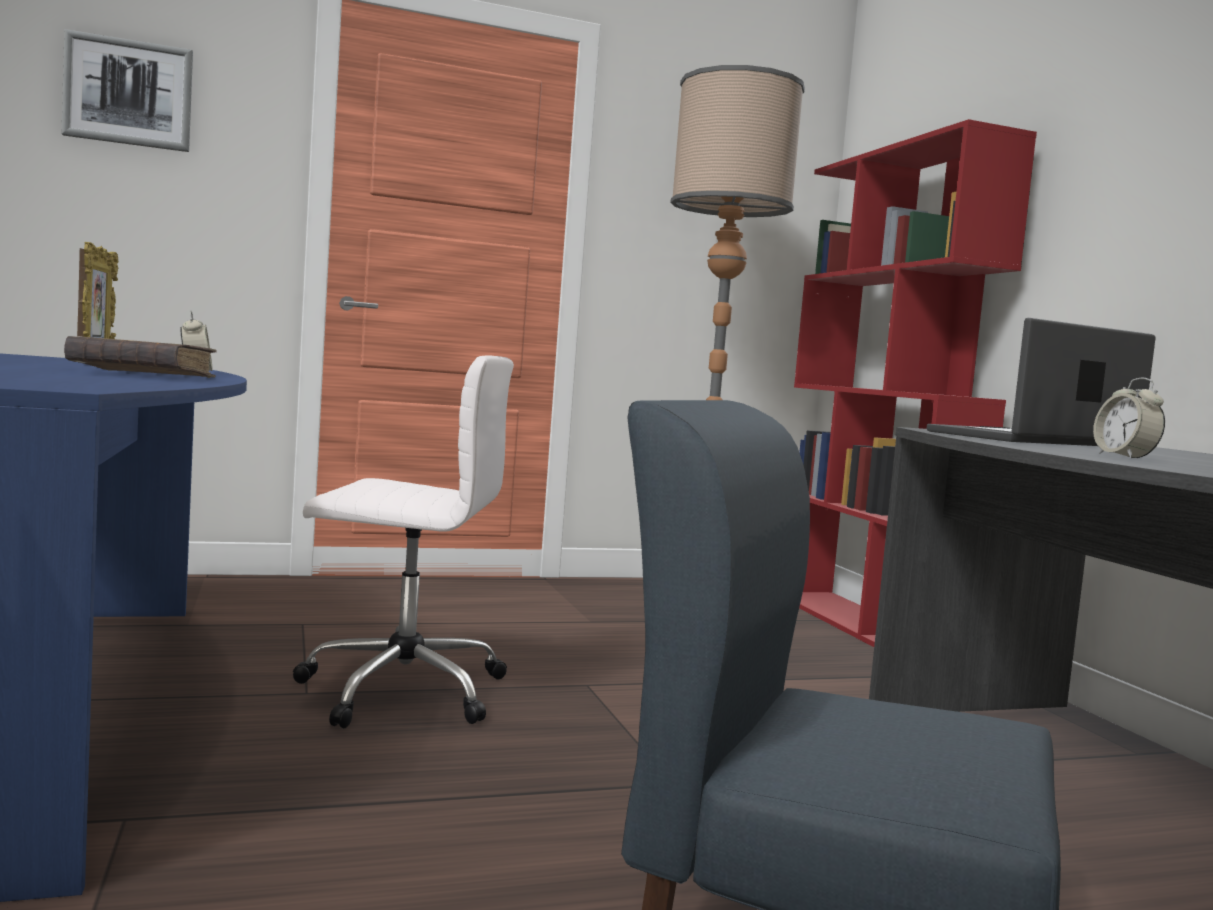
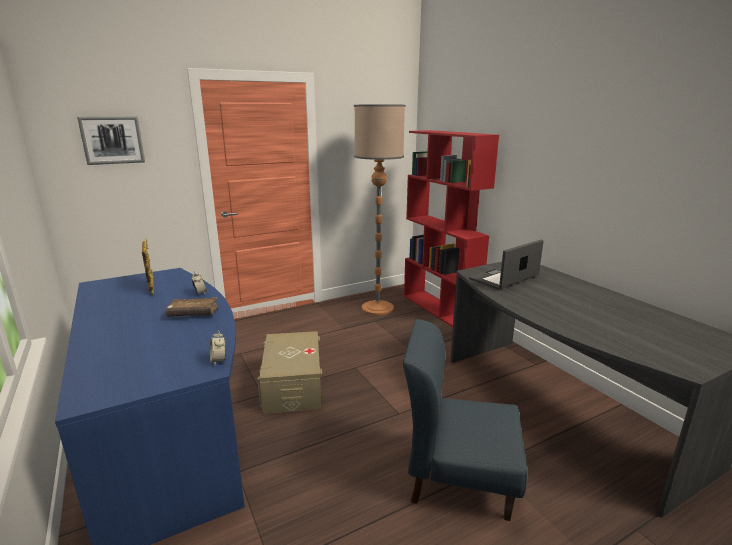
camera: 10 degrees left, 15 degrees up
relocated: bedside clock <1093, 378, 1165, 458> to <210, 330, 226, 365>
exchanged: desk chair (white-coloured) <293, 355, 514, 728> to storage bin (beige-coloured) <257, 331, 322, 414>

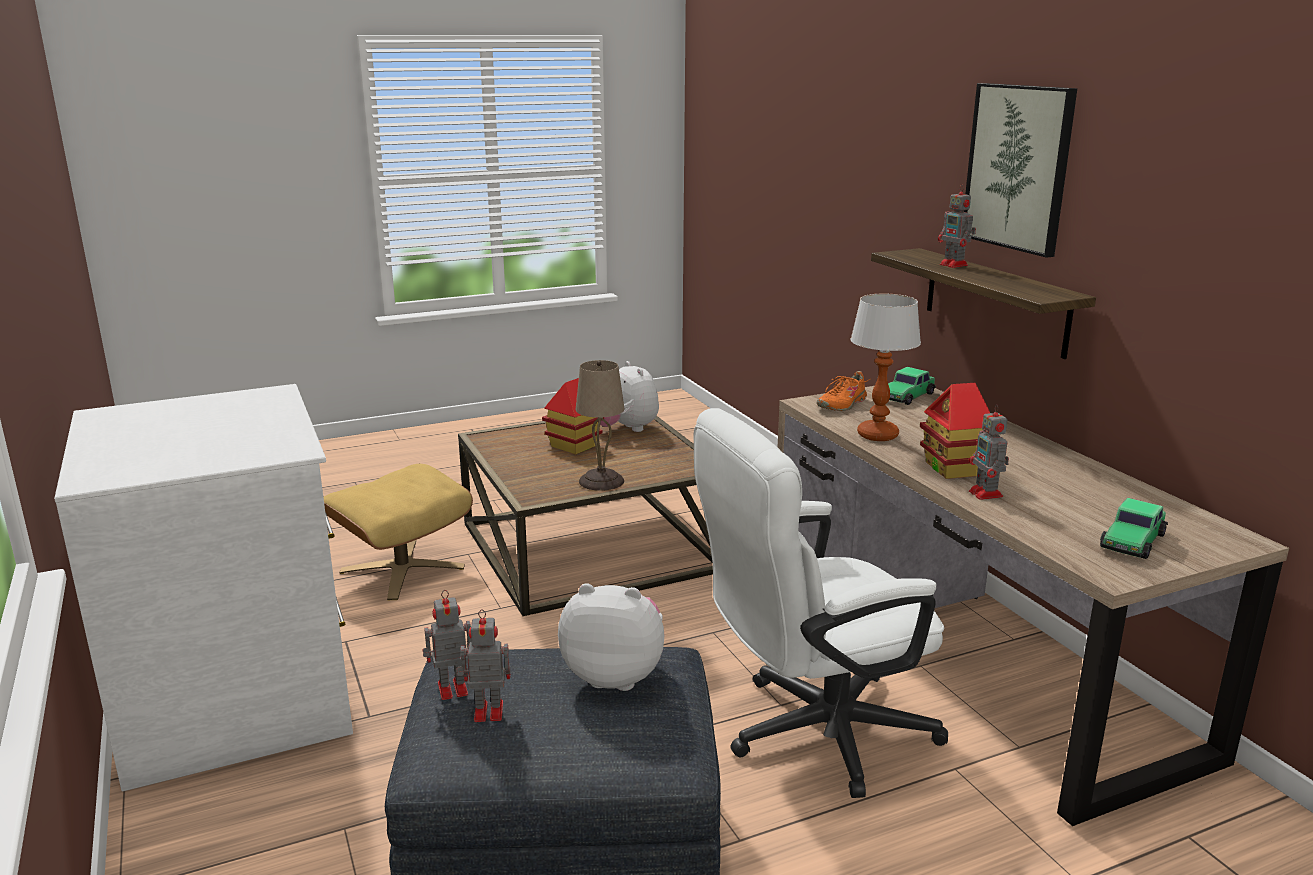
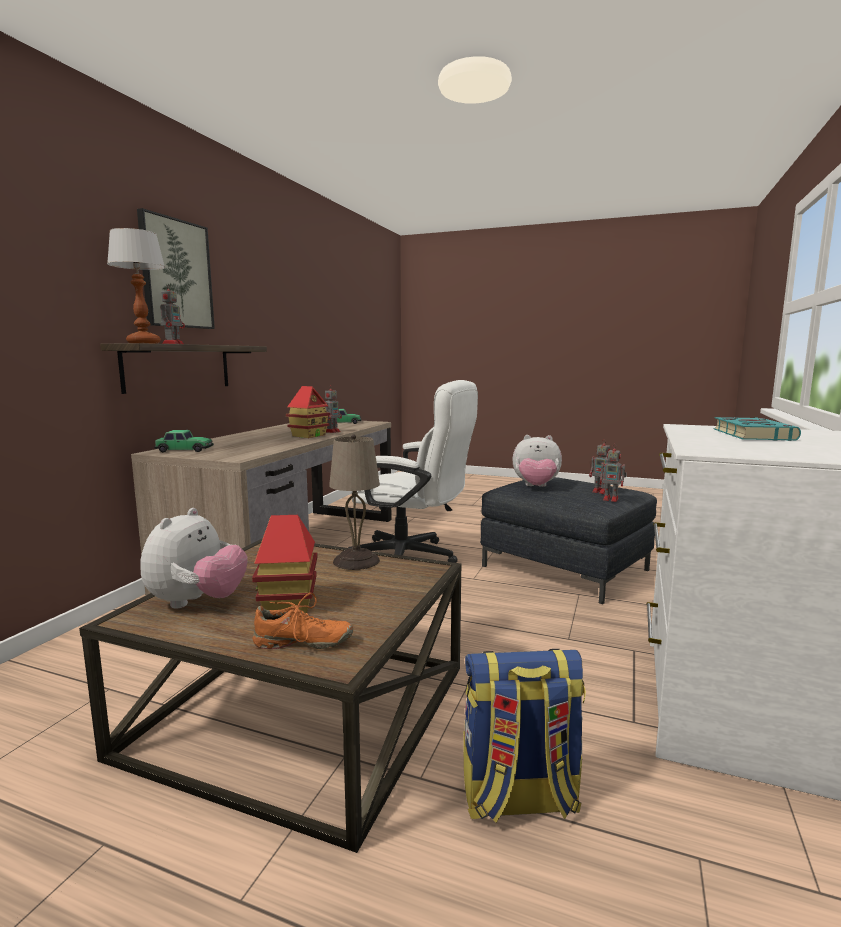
camera: 135 degrees left, 10 degrees down
appeared: book (turquoise) <713, 417, 801, 441>
relocated: lamp for a table <850, 293, 921, 441> to <107, 228, 165, 344>; shoe (orange) <816, 371, 870, 411> to <252, 593, 353, 649>
exchanged: ottoman (beige-coloured) <323, 464, 473, 600> to rucksack <463, 649, 586, 823>
spun: cuddly toy <558, 583, 664, 691> = <512, 435, 562, 487> 45 degrees counterclockwise

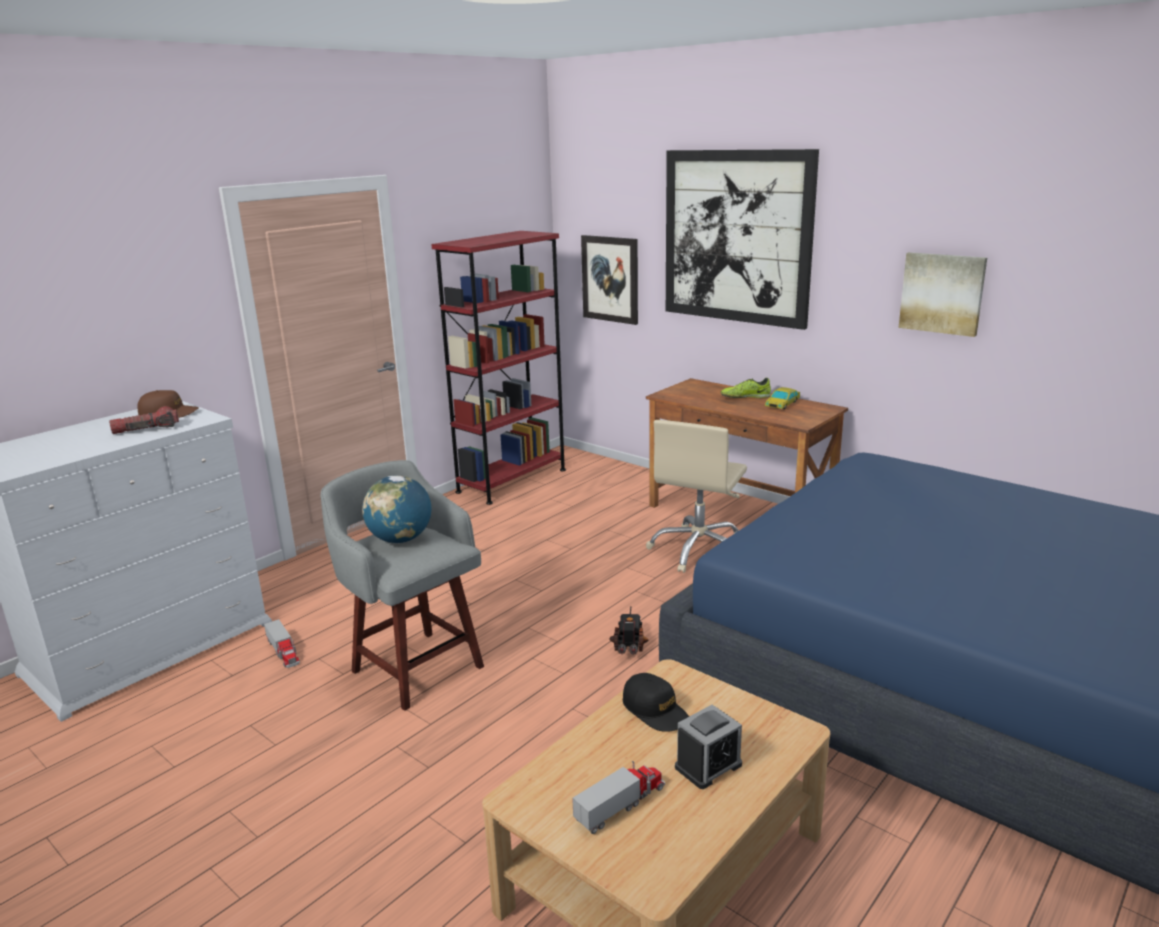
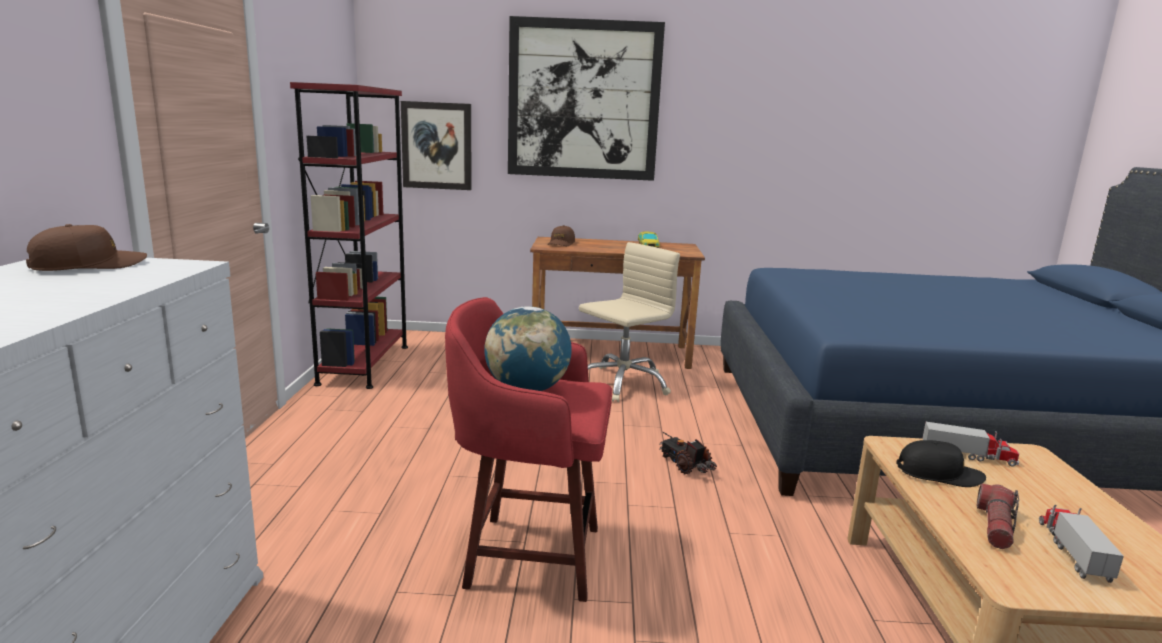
camera: 40 degrees left, 5 degrees down
missing: picture <899, 252, 987, 337>; shoe <720, 378, 771, 398>; bedside clock <675, 705, 742, 789>
appeared: cap (brownish) <548, 225, 575, 246>
relocated: hand torch <109, 406, 179, 434> to <977, 484, 1019, 549>; toy lorry <264, 619, 300, 668> to <922, 422, 1019, 466>
colour: sitting stool (grey) <320, 460, 484, 711> to sitting stool (reddish) <445, 297, 612, 602>
spun: desk chair (beige-coloured) <646, 420, 747, 573> = <579, 242, 680, 402> 120 degrees counterclockwise

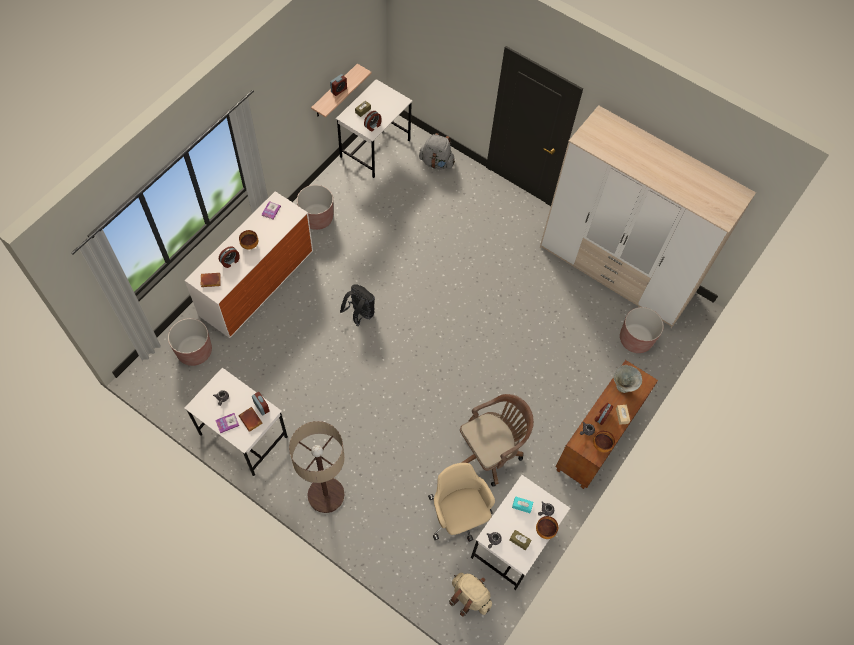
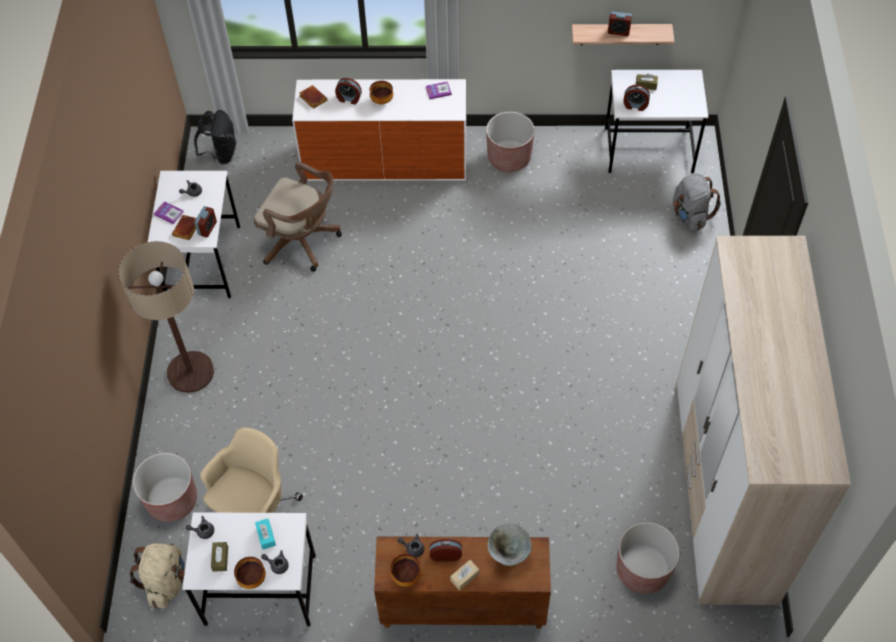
camera: 60 degrees right, 5 degrees down
relocated: rucksack (black) <340, 284, 375, 326> to <194, 110, 237, 165>; flower pot (brownish) <168, 318, 212, 366> to <133, 453, 197, 522>; desk chair (brownish) <460, 394, 534, 487> to <254, 162, 342, 272>

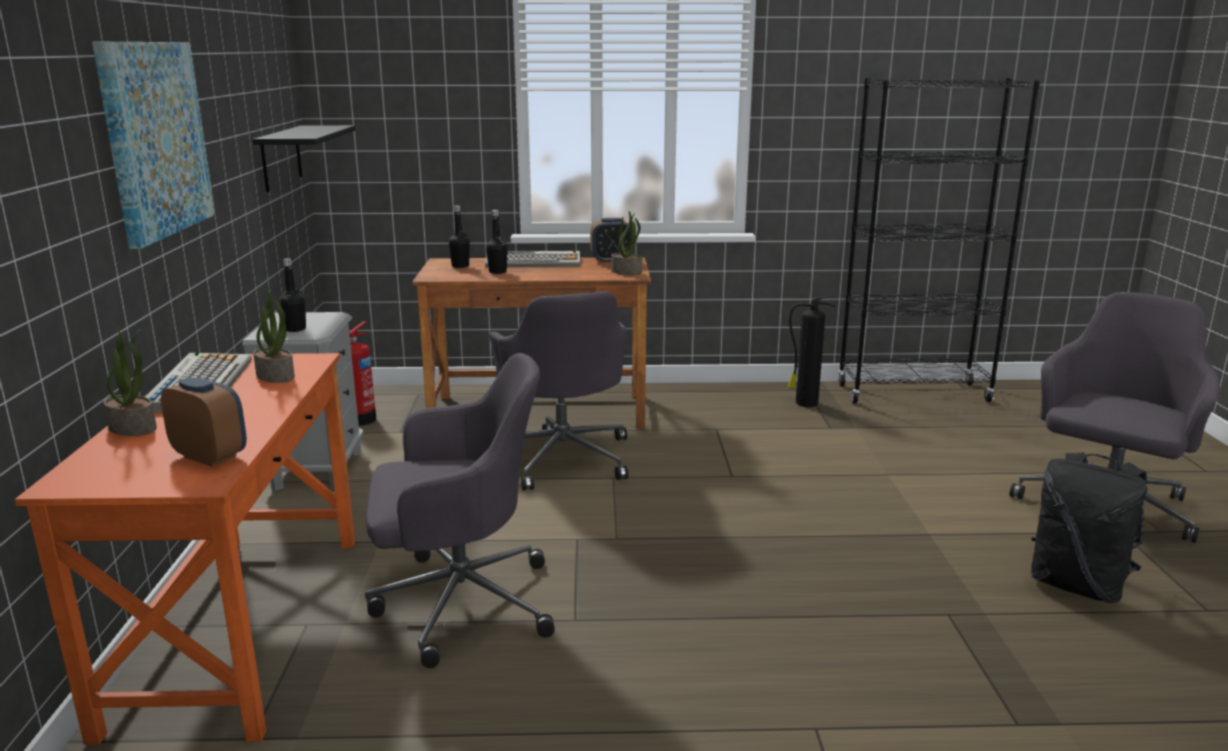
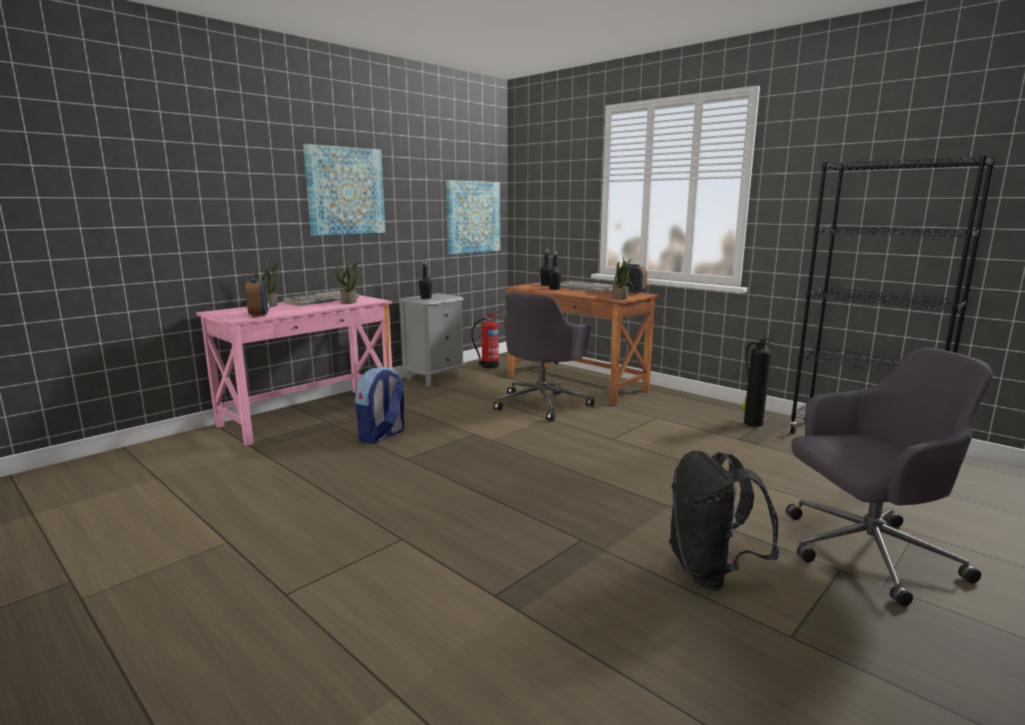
camera: 45 degrees right, 5 degrees down
exchanged: bracket shelf (black) <253, 125, 356, 192> to picture <446, 180, 500, 254>; desk chair (grey) <365, 353, 555, 668> to rucksack <355, 366, 404, 444>
colour: desk unit (orange) <15, 353, 355, 745> to desk unit (pink-coloured) <196, 295, 392, 446>

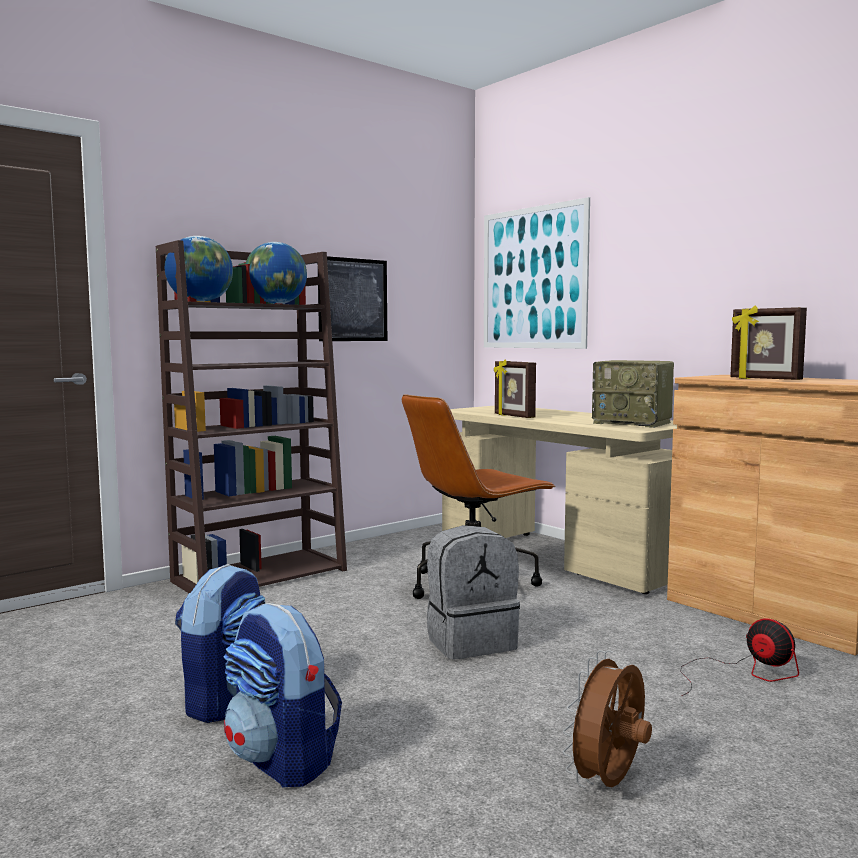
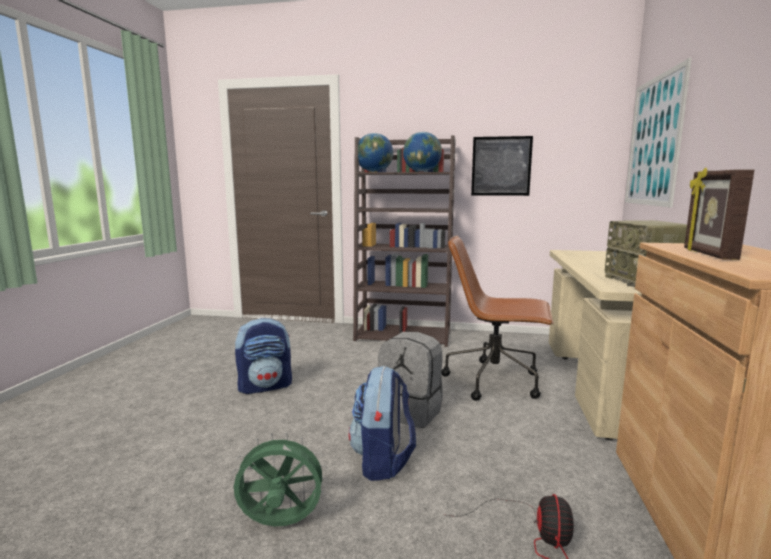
camera: 50 degrees right, 5 degrees up
missing: standing frame <494, 359, 536, 418>
relocated: rucksack <224, 603, 342, 787> to <348, 366, 416, 481>
colour: electric fan (brownish) <562, 650, 652, 788> to electric fan (greenish) <232, 432, 328, 526>

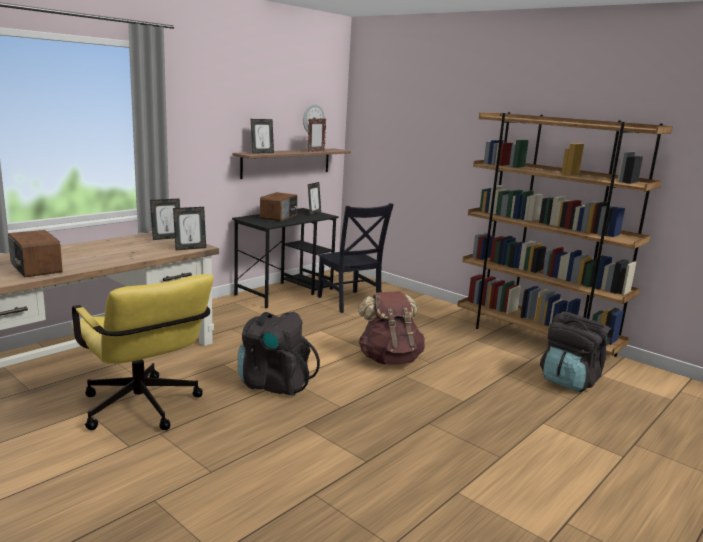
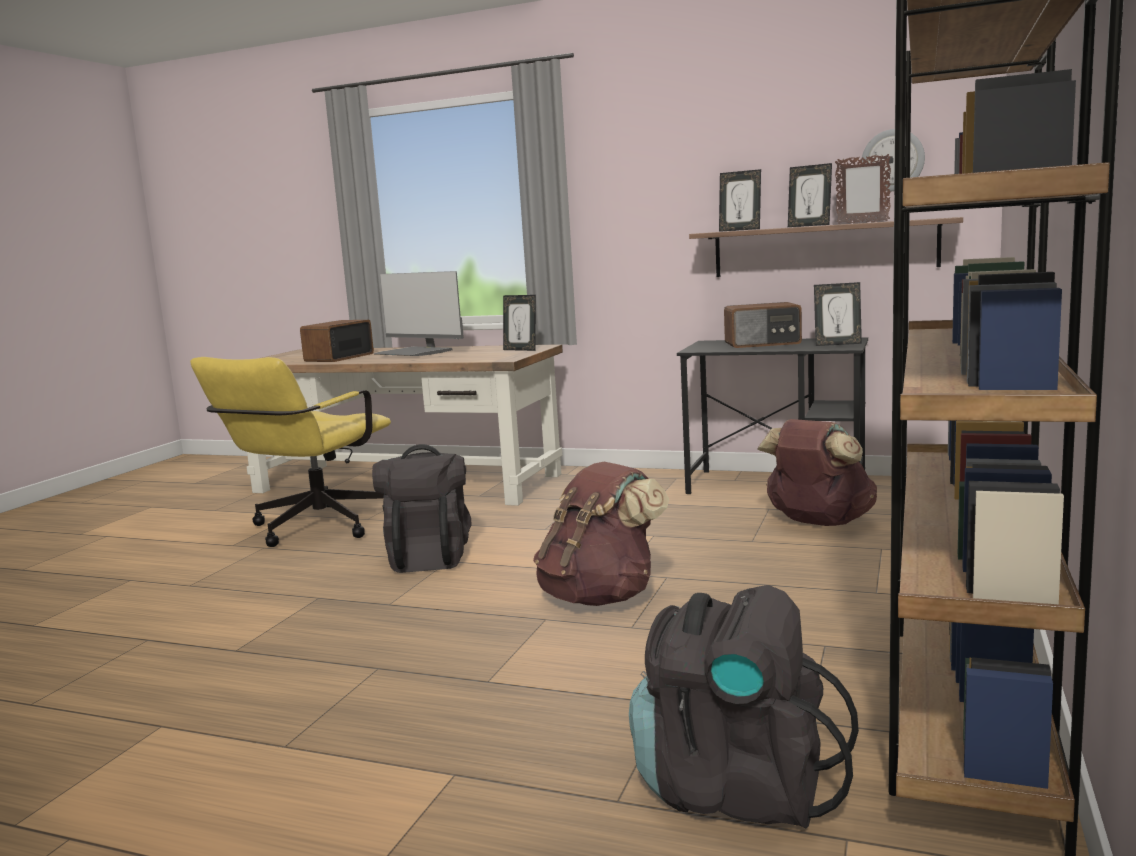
camera: 70 degrees right, 5 degrees down
appeared: computer screen <374, 271, 464, 356>
relocated: standing frame <173, 207, 206, 250> to <788, 163, 832, 227>
exchanged: upright chair (black) <317, 203, 394, 313> to rucksack (brownish) <758, 419, 877, 526>

